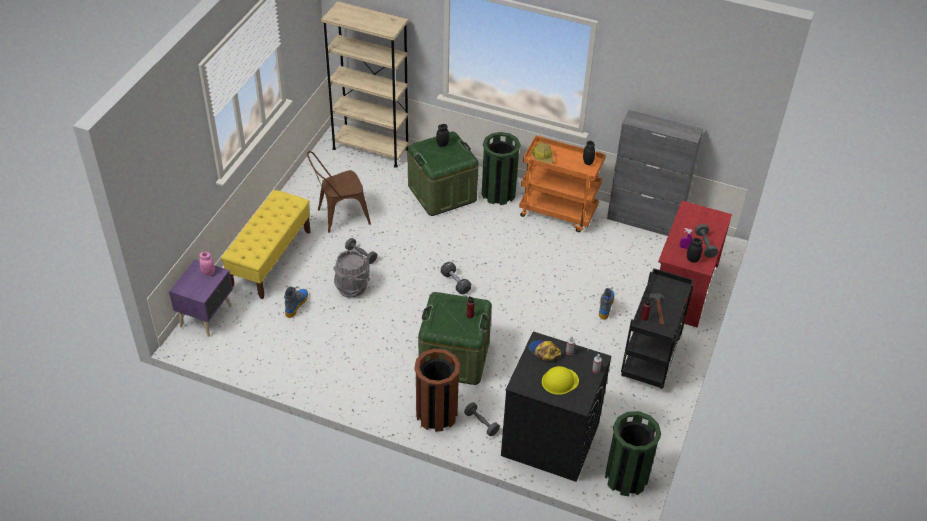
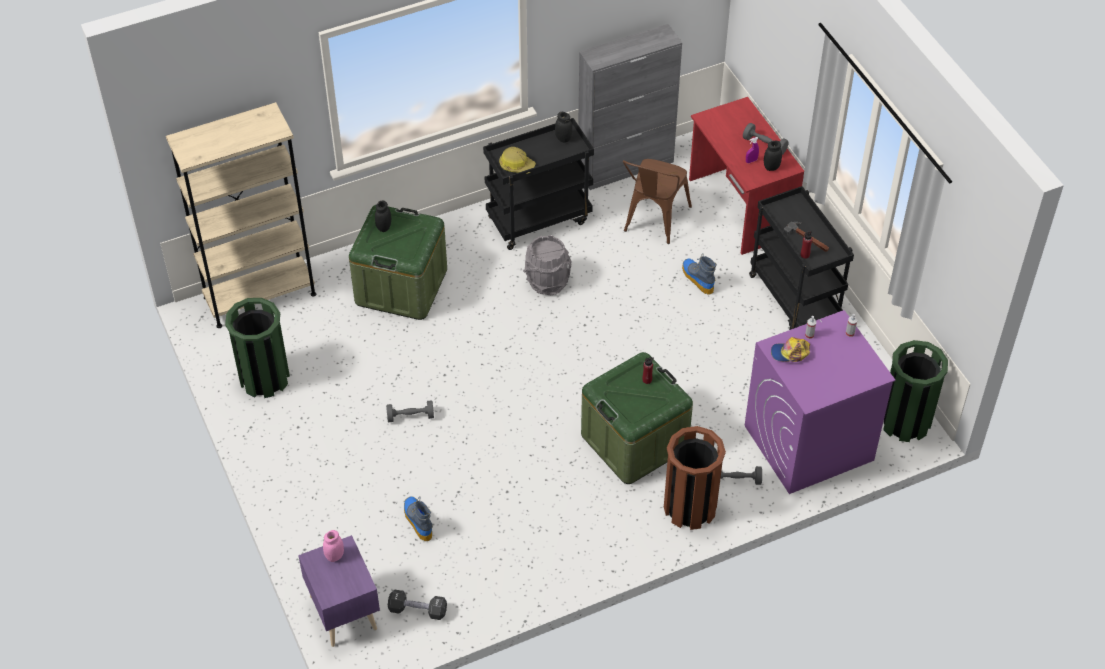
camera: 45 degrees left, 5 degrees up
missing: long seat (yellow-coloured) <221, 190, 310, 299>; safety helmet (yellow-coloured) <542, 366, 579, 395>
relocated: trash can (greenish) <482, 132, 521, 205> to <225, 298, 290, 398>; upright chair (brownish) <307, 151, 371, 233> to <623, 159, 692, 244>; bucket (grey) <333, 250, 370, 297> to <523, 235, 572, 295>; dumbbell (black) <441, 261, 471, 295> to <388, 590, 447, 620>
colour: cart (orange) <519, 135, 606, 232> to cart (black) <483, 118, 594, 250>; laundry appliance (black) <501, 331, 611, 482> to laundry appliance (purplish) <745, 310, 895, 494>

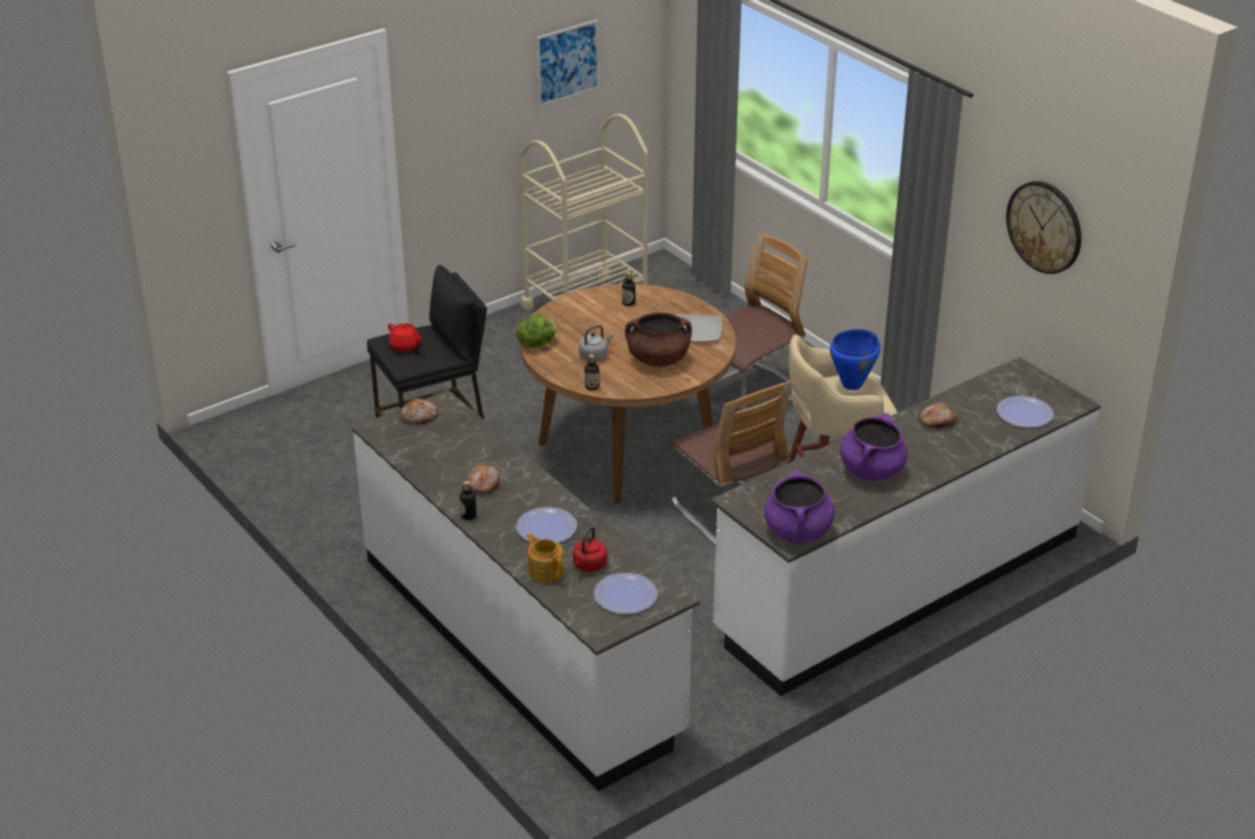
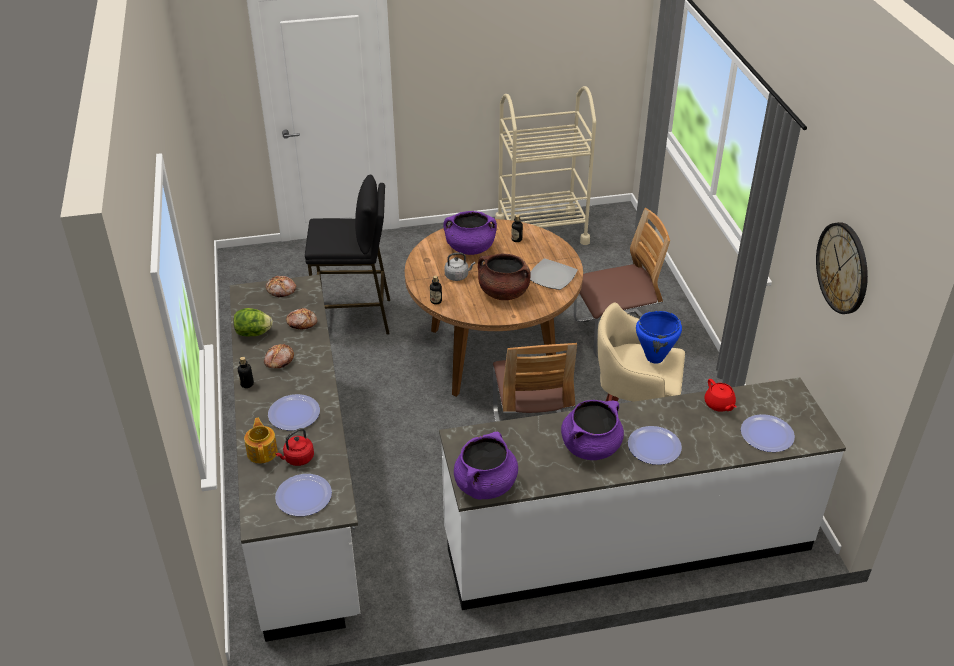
camera: 25 degrees right, 5 degrees up
missing: picture <536, 19, 599, 107>
appeared: stockpot (purplish) <444, 211, 497, 255>; plate <628, 426, 682, 465>
relocated: lettuce <516, 315, 557, 348> to <233, 308, 273, 337>; pot for tea (reddish) <388, 324, 422, 352> to <704, 379, 737, 412>; baked bread <919, 403, 957, 428> to <286, 308, 317, 329>

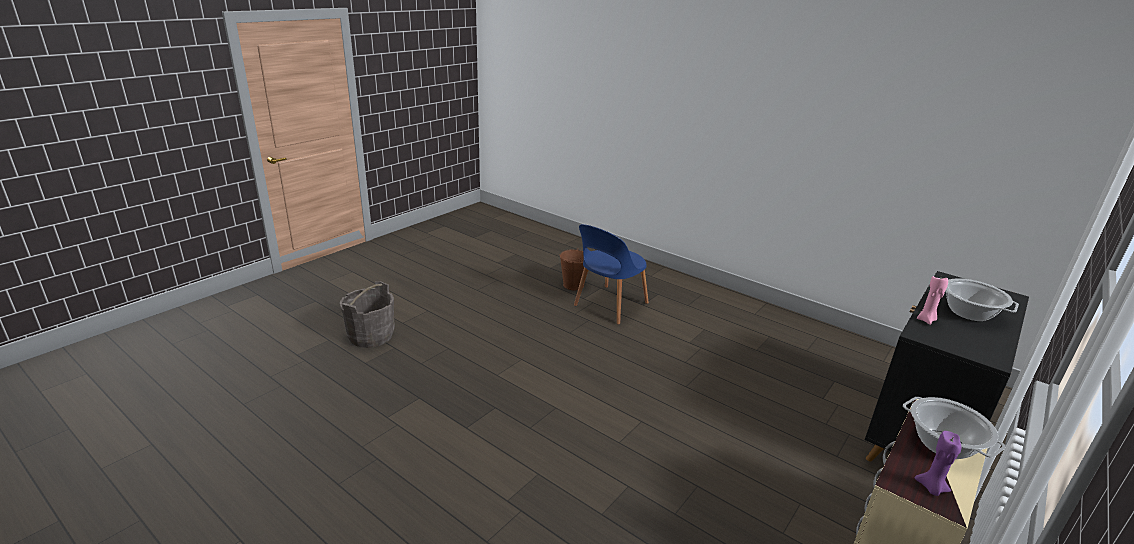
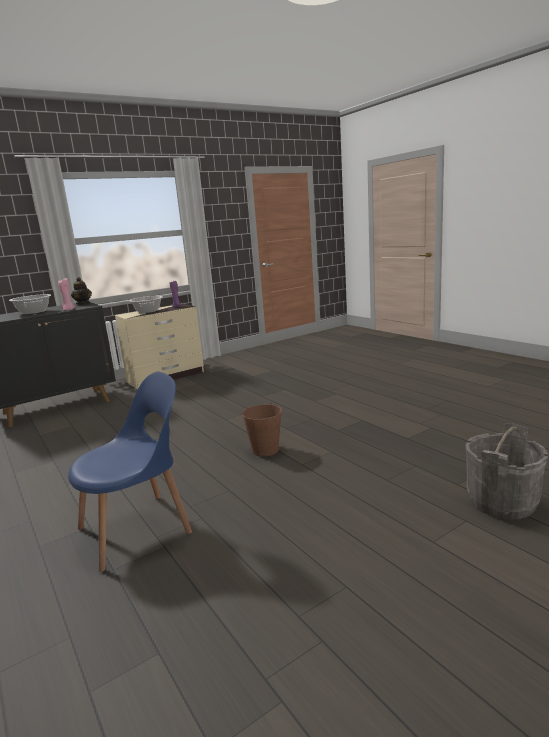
camera: 160 degrees left, 10 degrees down
appeared: pot for tea <71, 277, 92, 304>
relocated: bucket (brownish) <560, 248, 585, 290> to <242, 403, 282, 457>

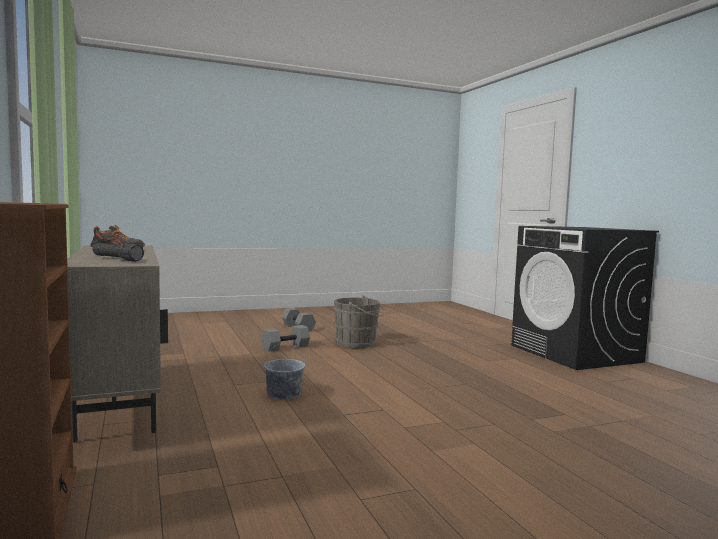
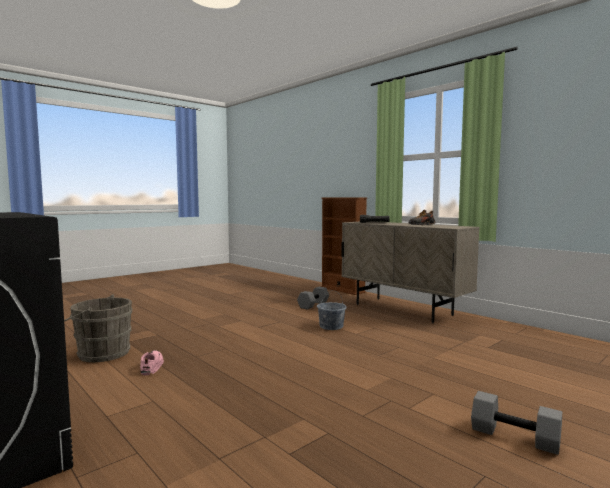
camera: 160 degrees right, 0 degrees up
appeared: shoe (pink-coloured) <140, 350, 164, 375>
relocated: bucket (grey) <334, 295, 385, 348> to <64, 295, 132, 362>; dumbbell (grey) <261, 325, 310, 352> to <297, 287, 329, 310>

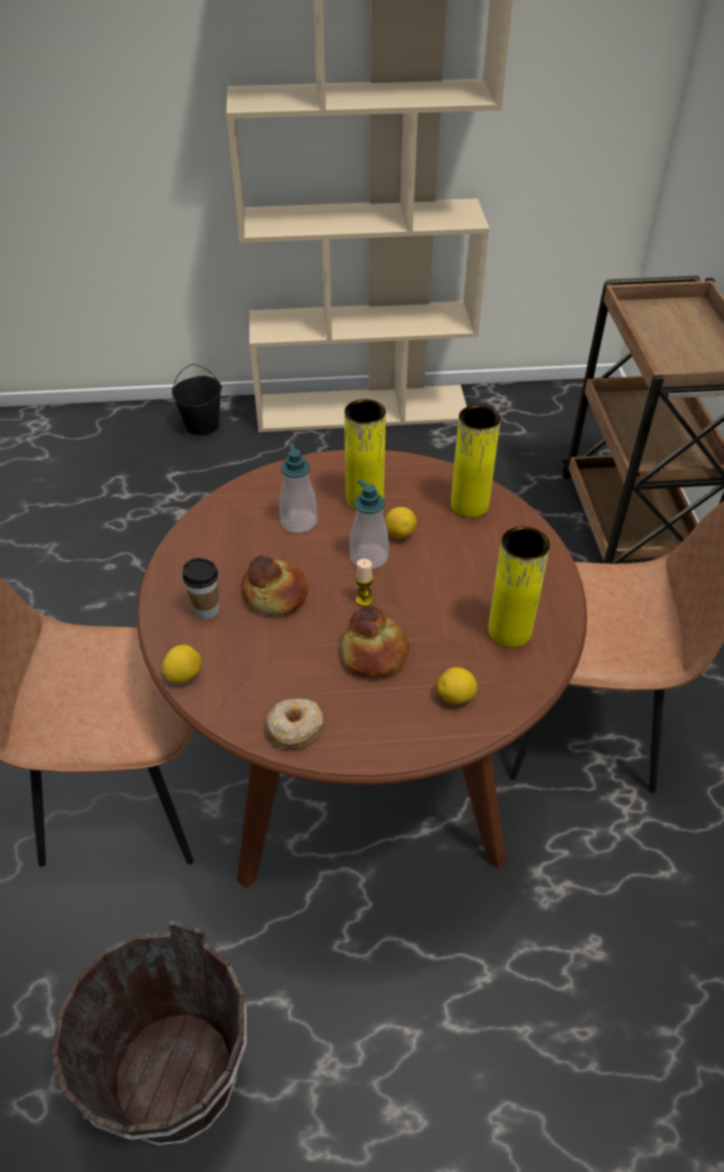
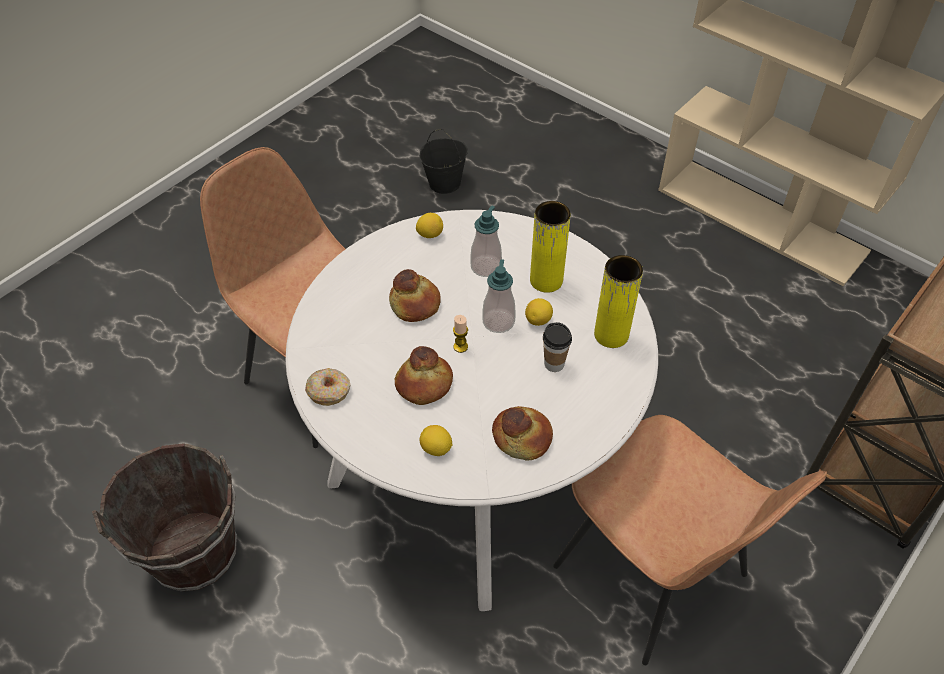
camera: 45 degrees right, 5 degrees up
relocated: bucket (black) <172, 364, 222, 436> to <419, 129, 468, 194>; drinking cup <182, 558, 219, 620> to <543, 322, 572, 372>; citrus fruit <162, 645, 202, 683> to <416, 213, 443, 238>
exchanged: decorative vase (yellow-coloured) <488, 526, 550, 648> to baked bread <492, 406, 553, 460>
colour: dining table (brownish) <137, 450, 587, 888> to dining table (white-coloured) <286, 210, 658, 611>

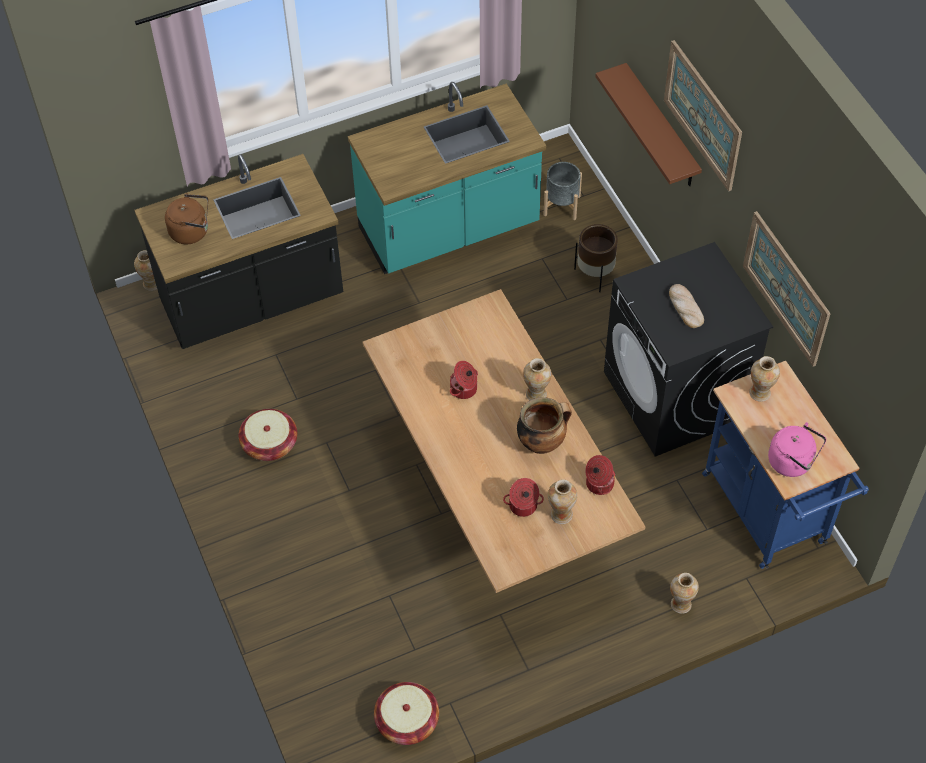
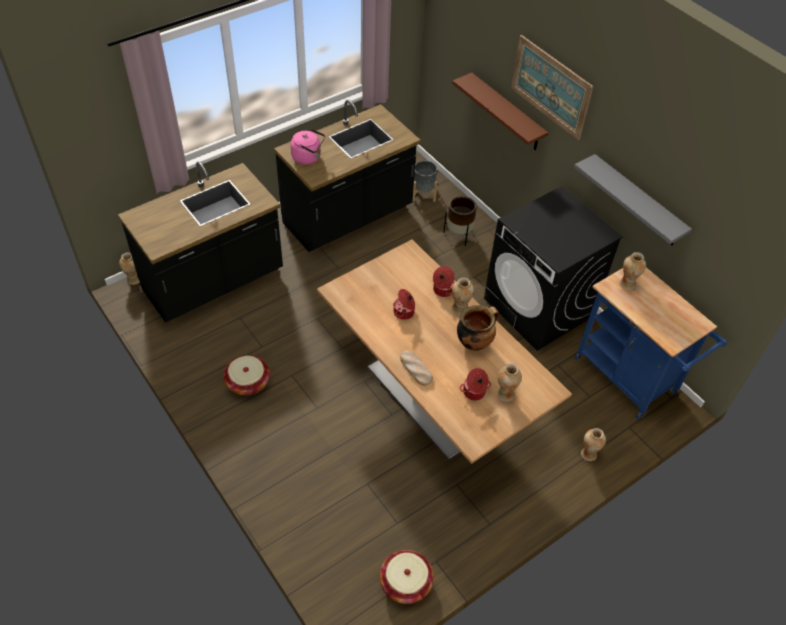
camera: 15 degrees left, 5 degrees down
missing: water kettle (brownish) <165, 193, 208, 244>
relocated: baked bread <669, 284, 704, 328> to <400, 350, 433, 386>; water kettle (pink-coloured) <768, 422, 826, 477> to <291, 129, 325, 165>; stockpot <585, 455, 615, 495> to <433, 266, 455, 297>
exchanged: picture <743, 211, 831, 367> to bracket shelf (grey) <574, 154, 692, 245>
colour: kitchen base unit (turquoise) <348, 82, 546, 274> to kitchen base unit (black) <274, 100, 420, 252>

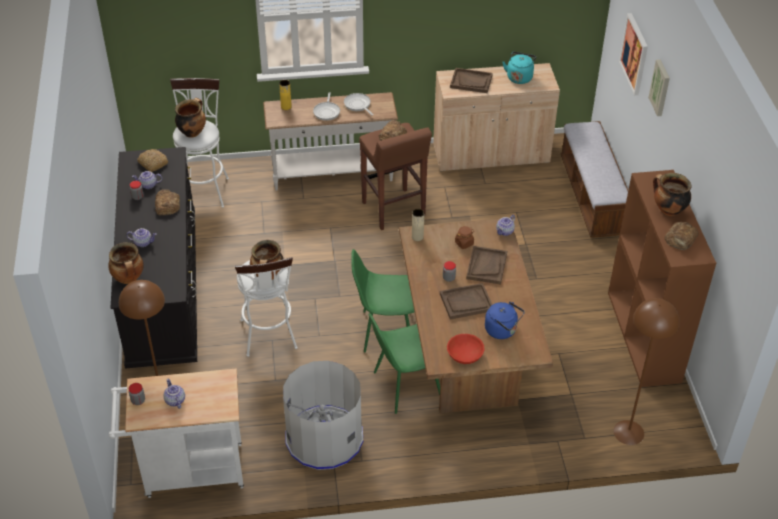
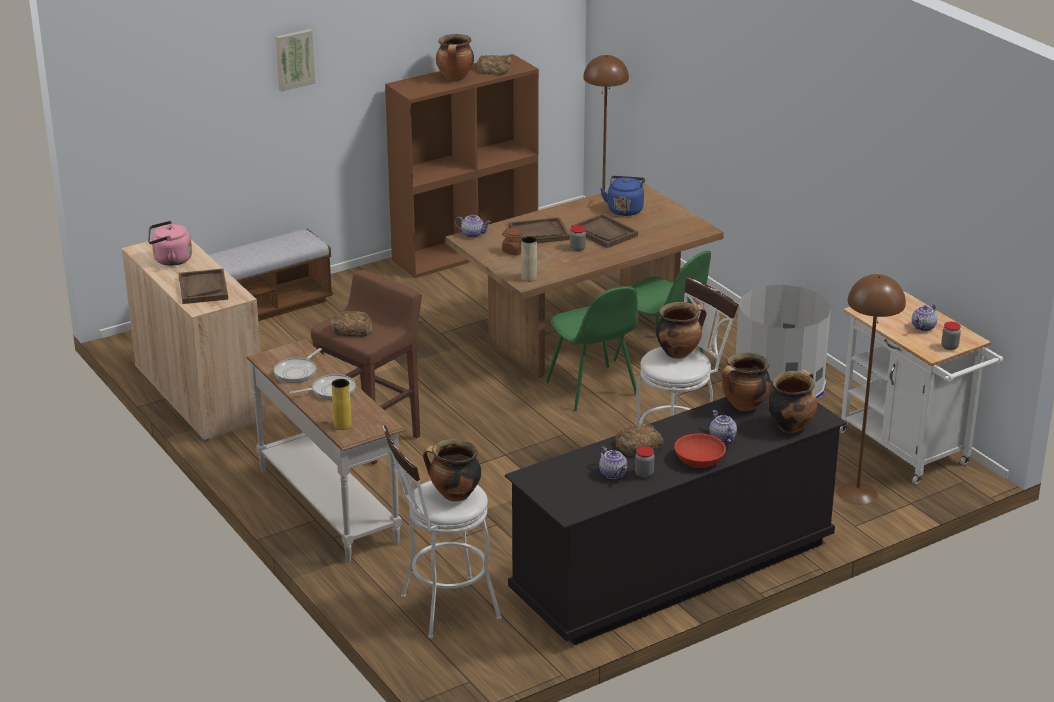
camera: 115 degrees left, 15 degrees down
missing: picture <619, 13, 648, 95>; baked bread <137, 149, 168, 172>
appeared: stockpot <722, 353, 771, 411>
relocated: deep dish (reddish) <447, 334, 485, 364> to <674, 433, 726, 468>
colour: water kettle (turquoise) <503, 52, 537, 84> to water kettle (pink-coloured) <148, 221, 192, 266>

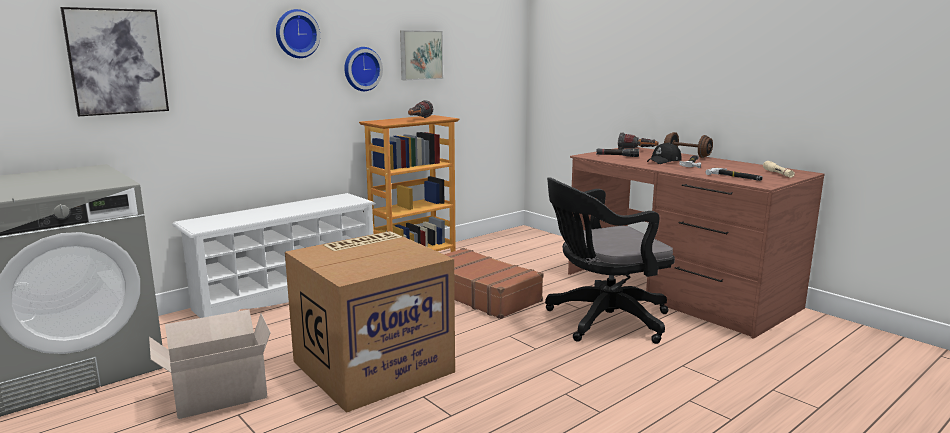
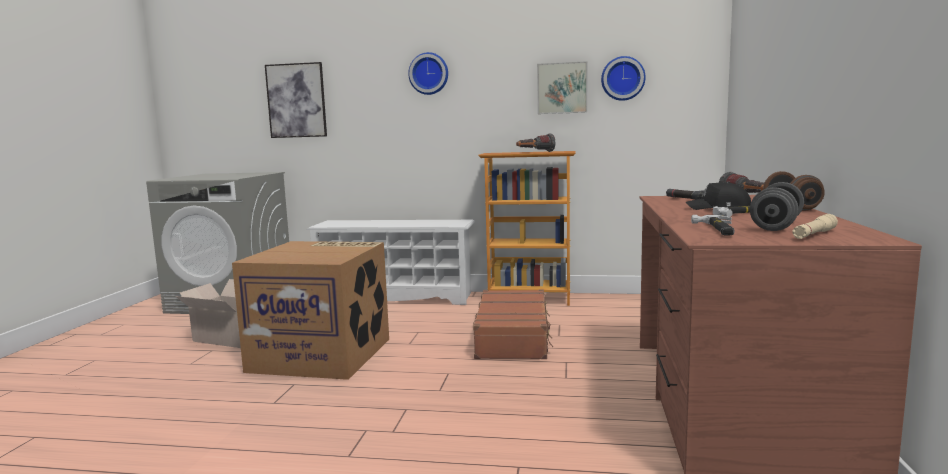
camera: 50 degrees right, 5 degrees down
missing: desk chair (black) <545, 177, 675, 344>
appeared: dumbbell (grey) <750, 182, 804, 231>
relocated: wall clock <344, 47, 383, 91> to <601, 56, 646, 101>

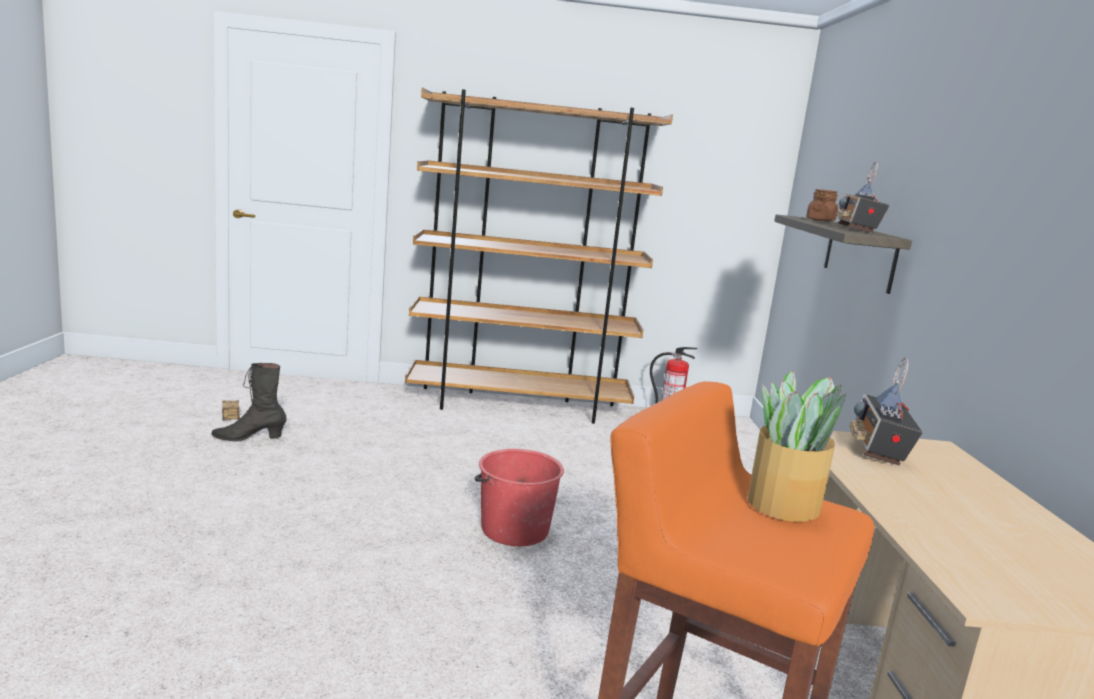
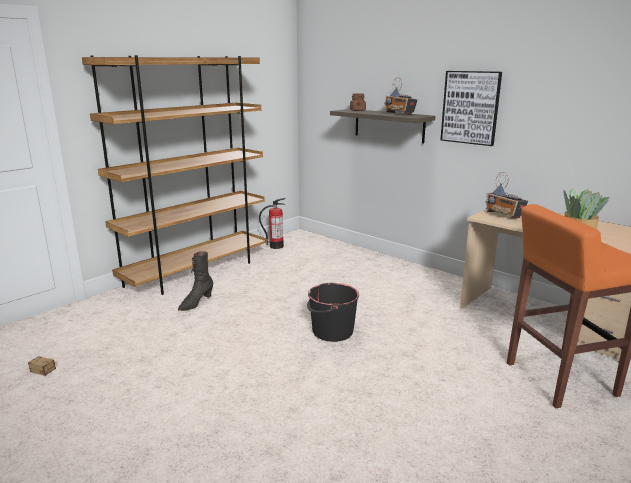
camera: 45 degrees left, 5 degrees up
appeared: picture <440, 71, 502, 146>
relocated: boot (black) <211, 363, 287, 441> to <178, 251, 213, 311>
colour: bucket (reddish) <475, 449, 564, 546> to bucket (black) <307, 283, 359, 342>

